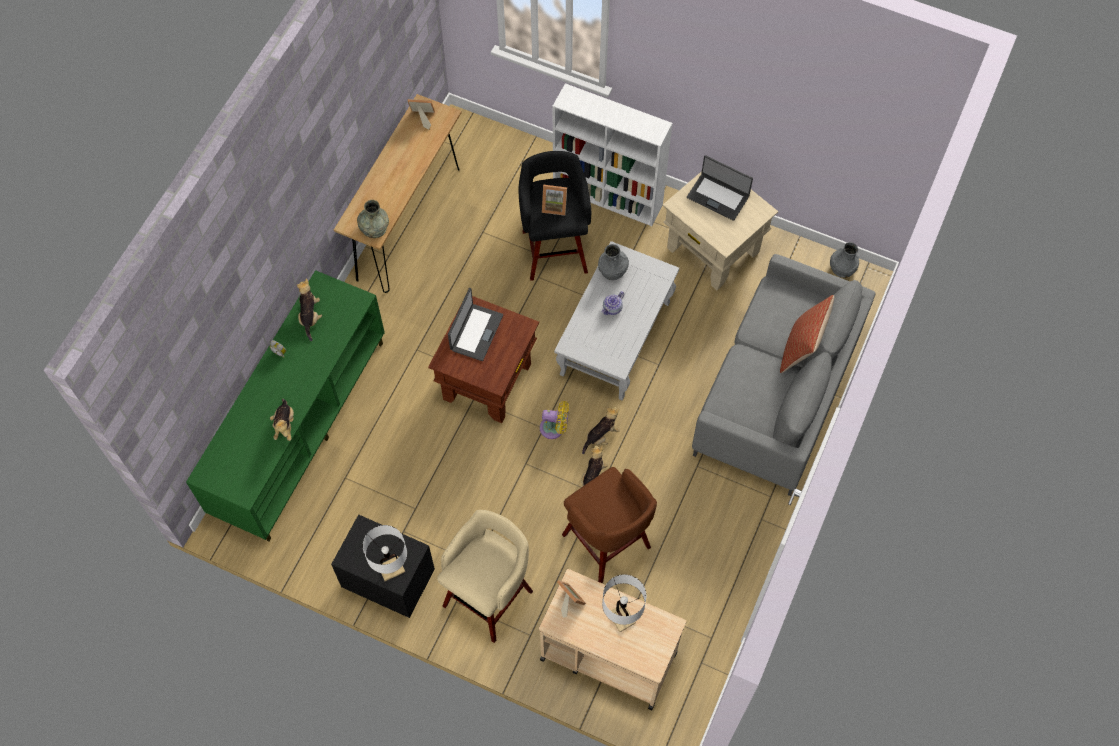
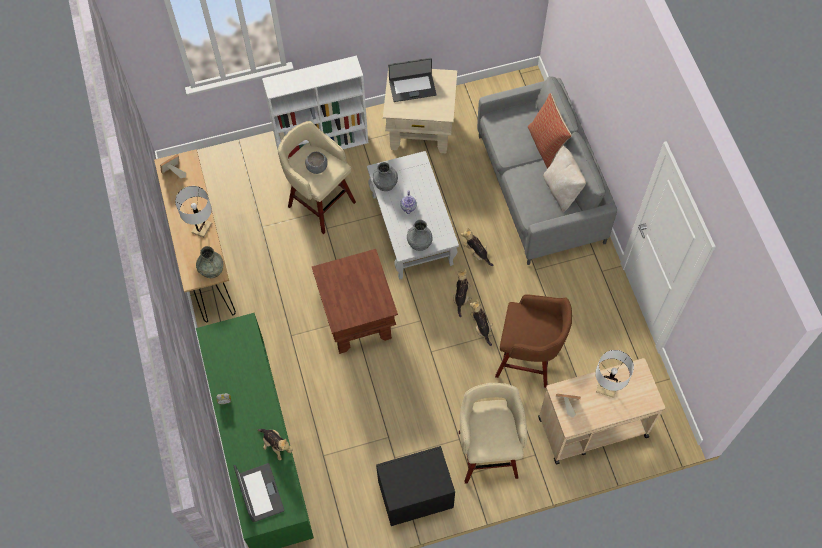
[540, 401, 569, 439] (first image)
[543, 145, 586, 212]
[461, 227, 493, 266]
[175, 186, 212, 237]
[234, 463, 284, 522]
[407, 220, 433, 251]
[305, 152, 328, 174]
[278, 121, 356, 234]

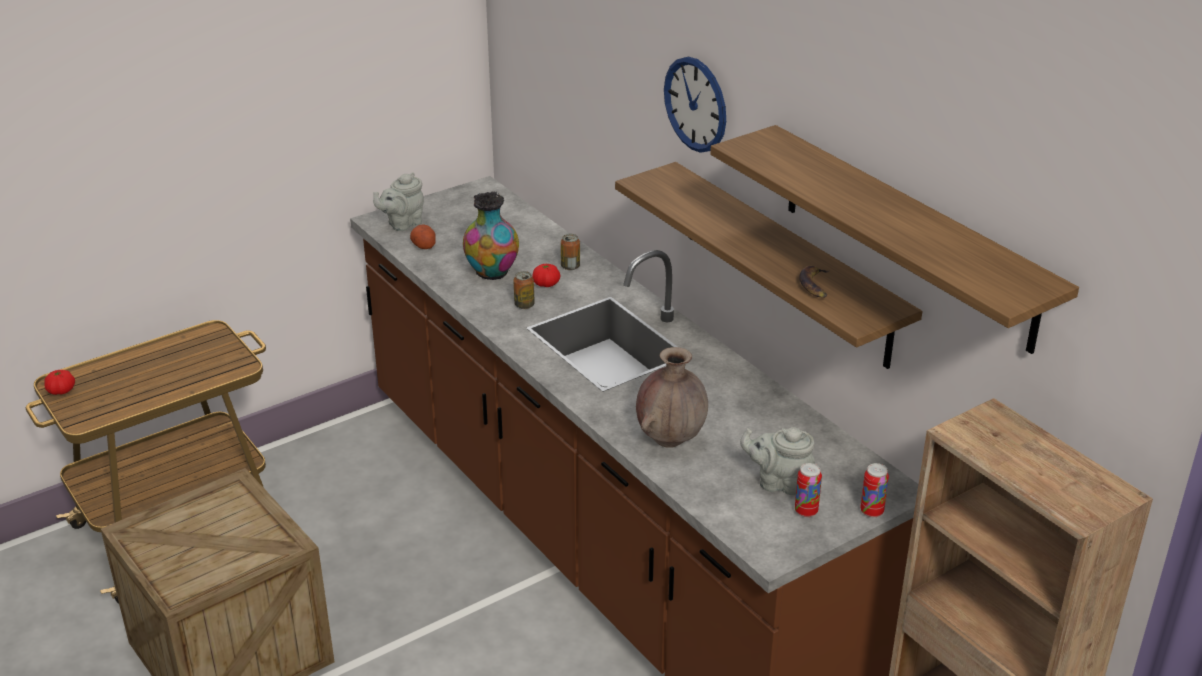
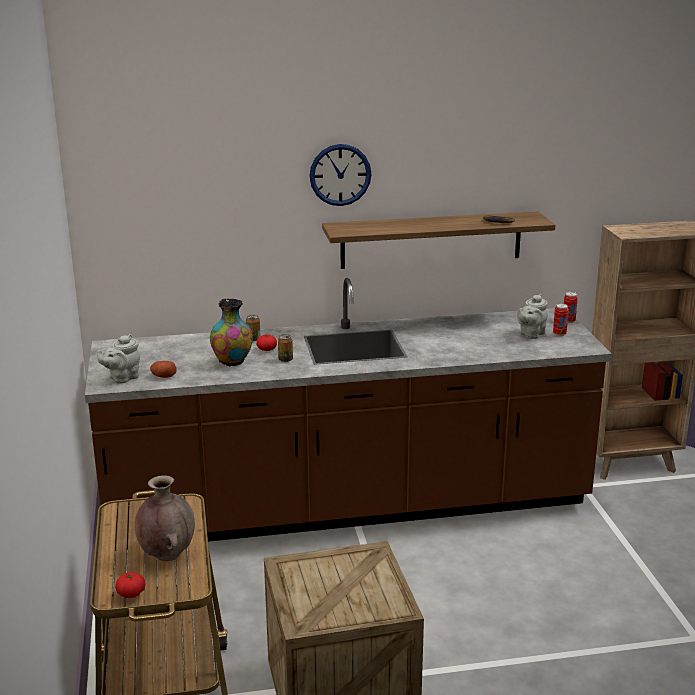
[710, 125, 1079, 354] (first image)
[135, 475, 195, 561]
[97, 334, 140, 384]

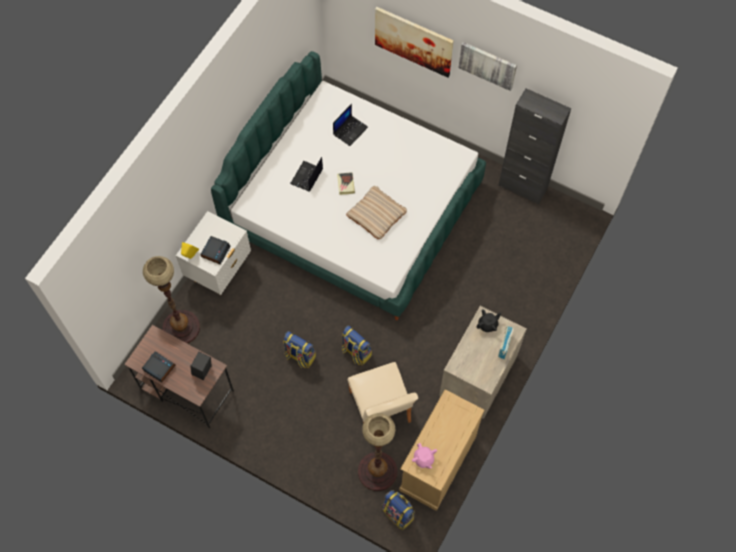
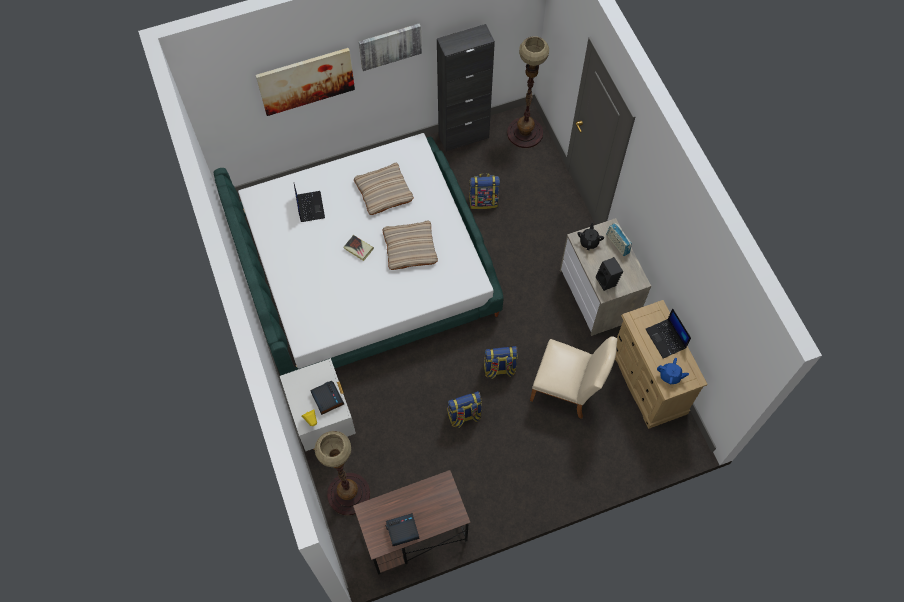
[354, 163, 414, 215]
[595, 257, 623, 291]
[646, 308, 691, 358]
[507, 36, 549, 148]
[469, 173, 500, 209]
[657, 358, 689, 384]

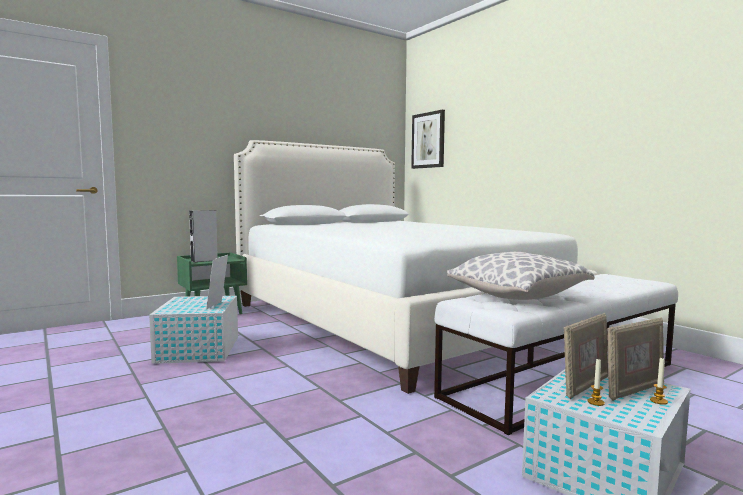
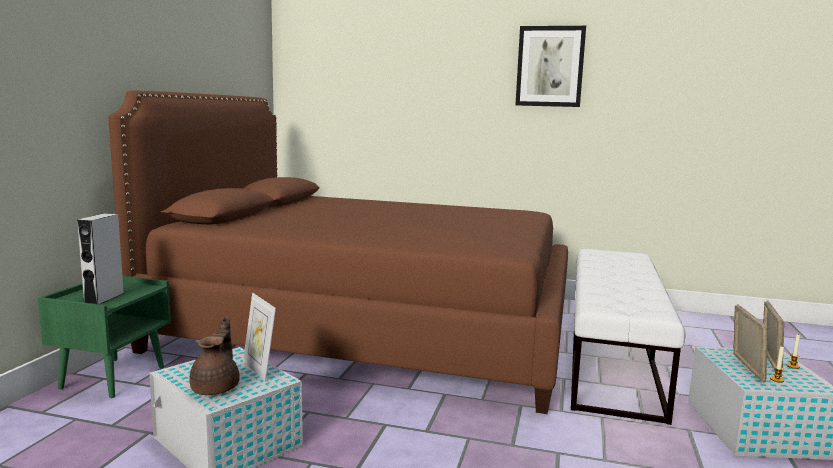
[447, 252, 595, 300] (first image)
[189, 316, 240, 395]
[515, 26, 586, 107]
[109, 91, 568, 414]

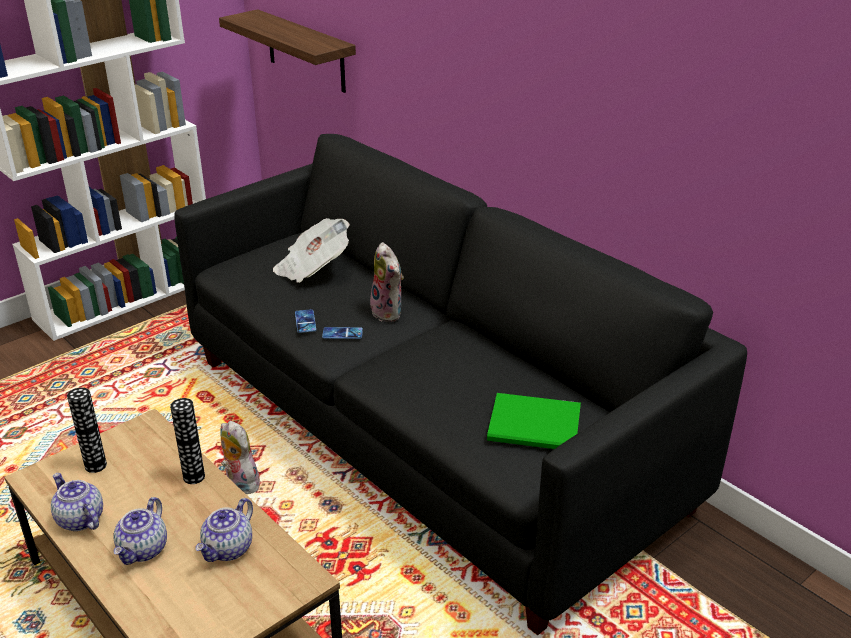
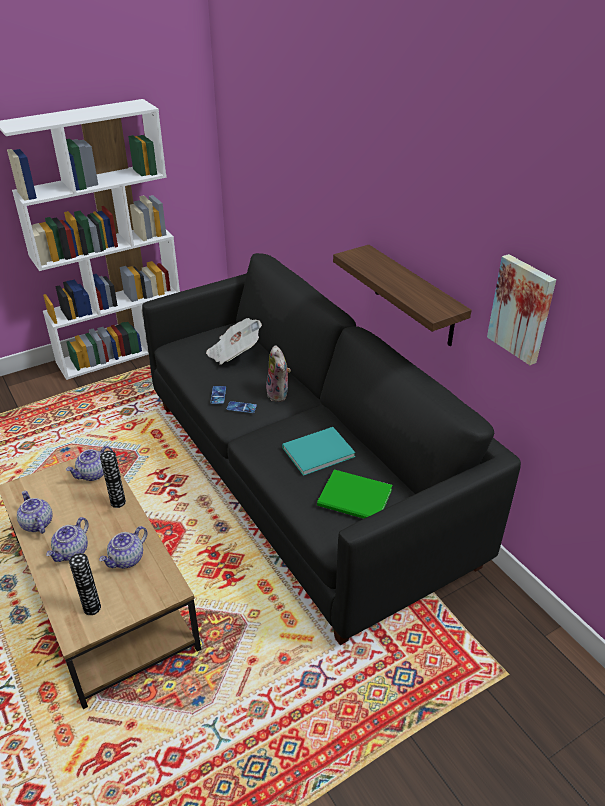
[220, 421, 260, 494] (first image)
[66, 446, 113, 481]
[282, 427, 356, 476]
[487, 254, 556, 365]
[69, 553, 101, 615]
[333, 245, 471, 346]

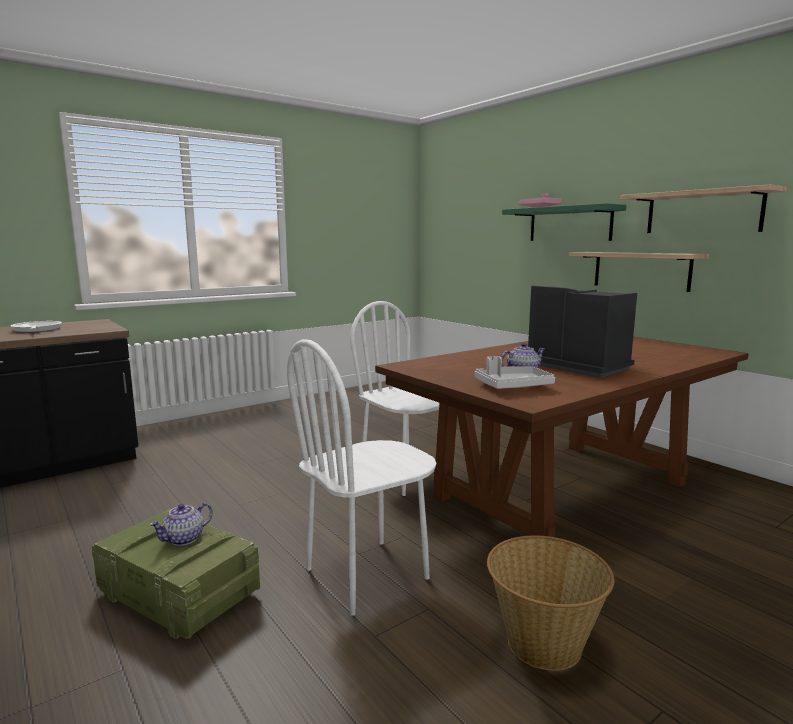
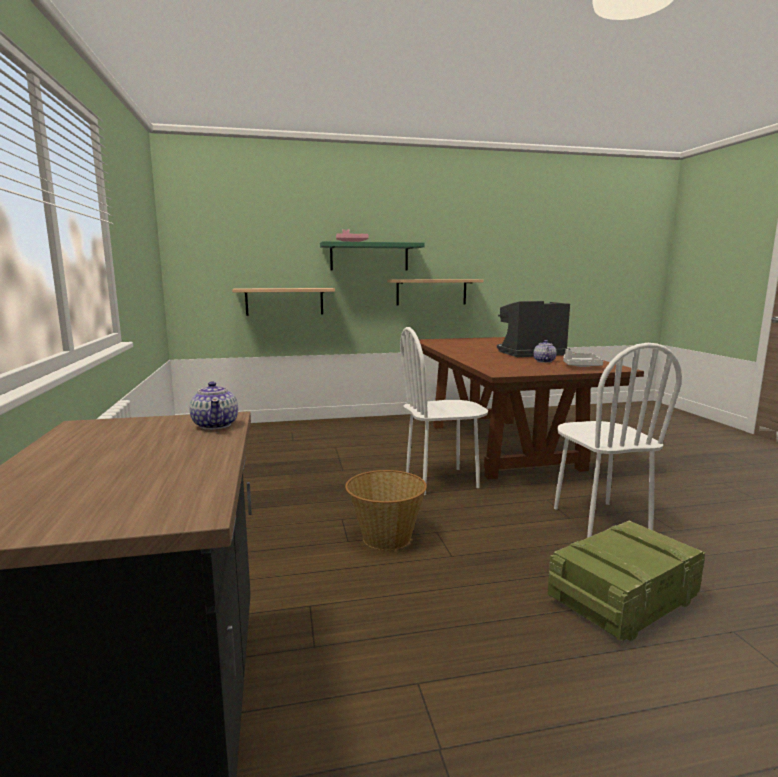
[11, 321, 62, 332] (first image)
[189, 381, 238, 430]
[345, 470, 427, 550]
[232, 288, 335, 316]

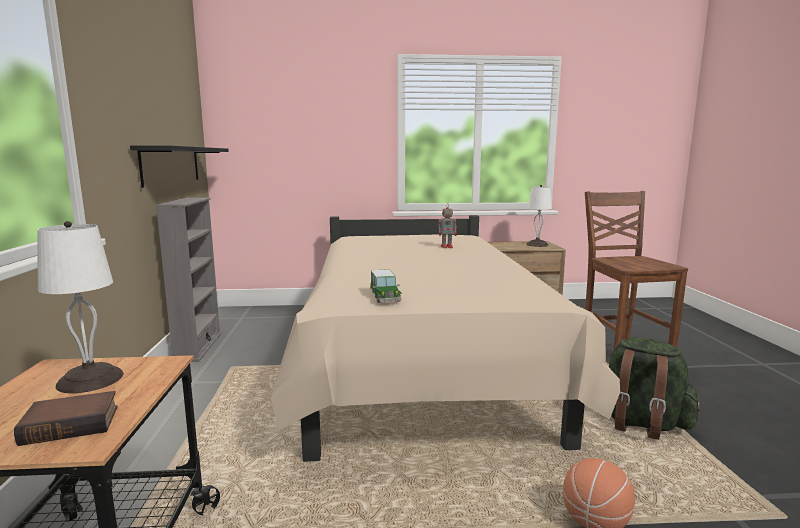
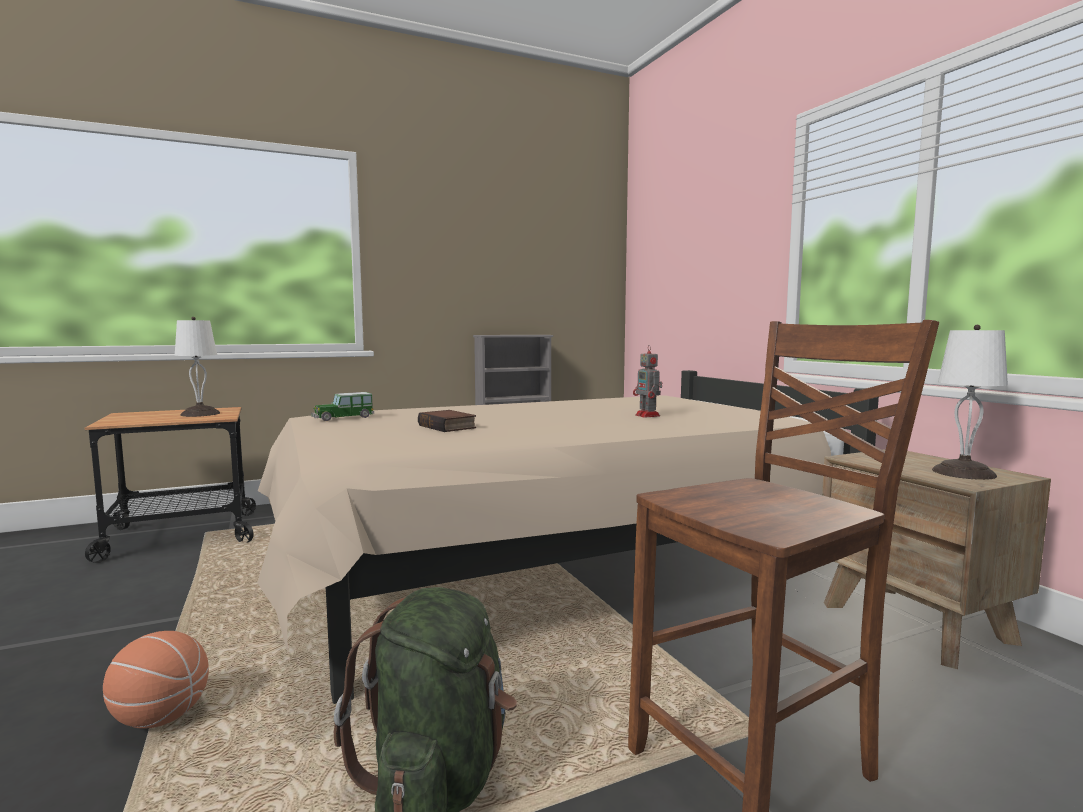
[130, 145, 229, 188] (first image)
[418, 410, 476, 432]

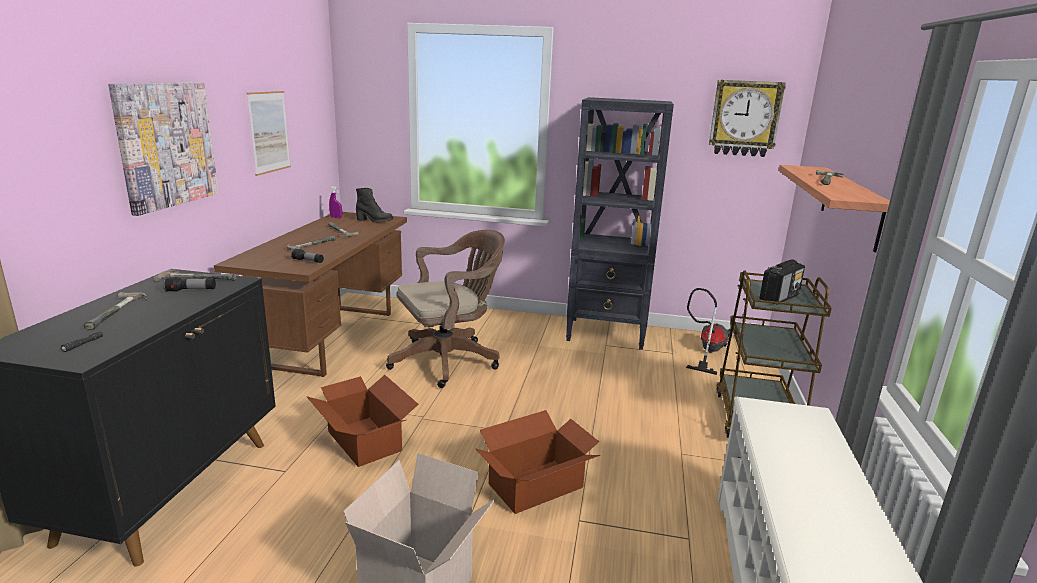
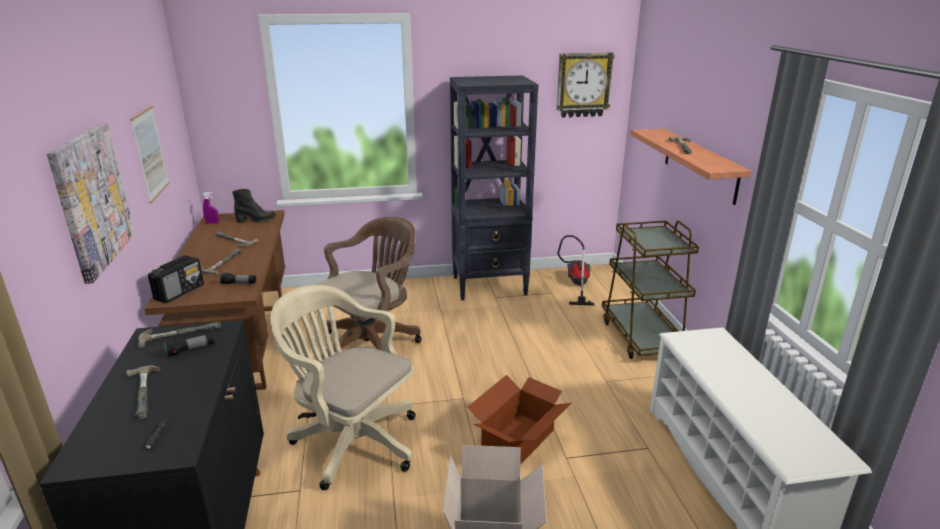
[148, 255, 204, 303]
[270, 285, 416, 490]

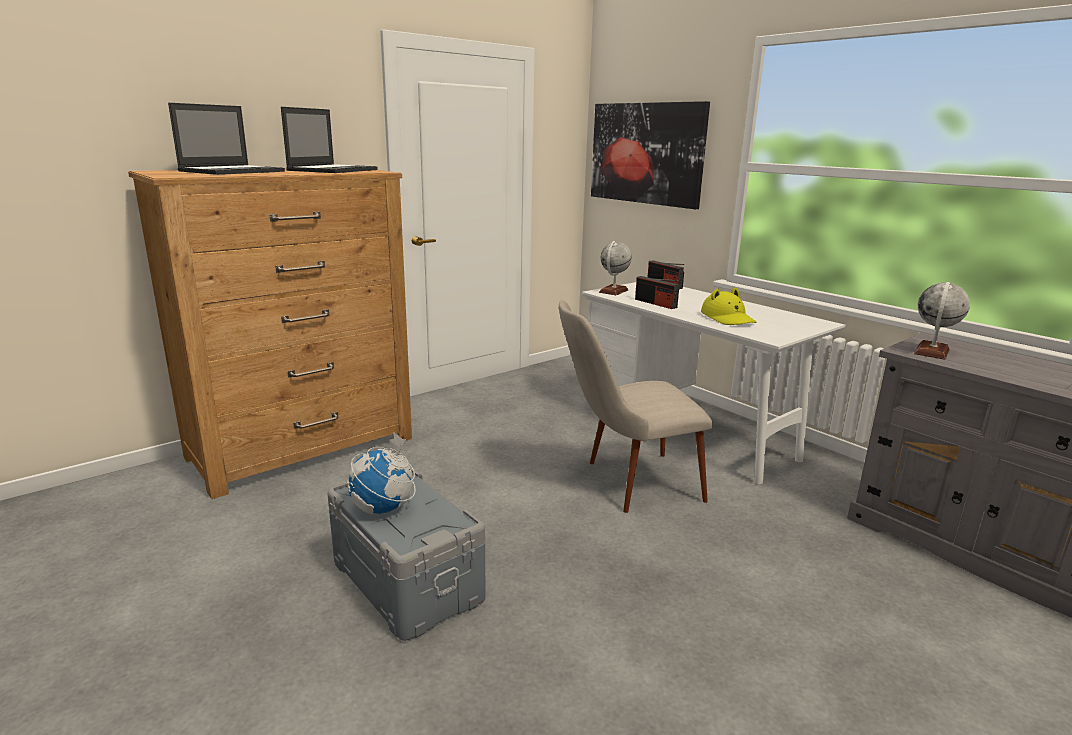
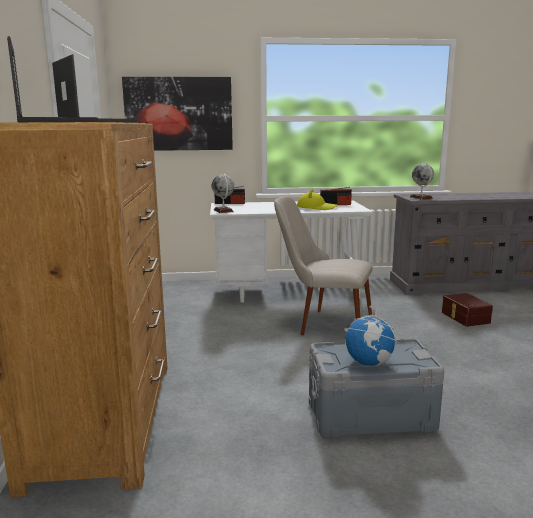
[442, 293, 493, 327]
[320, 187, 352, 205]
[274, 196, 373, 335]

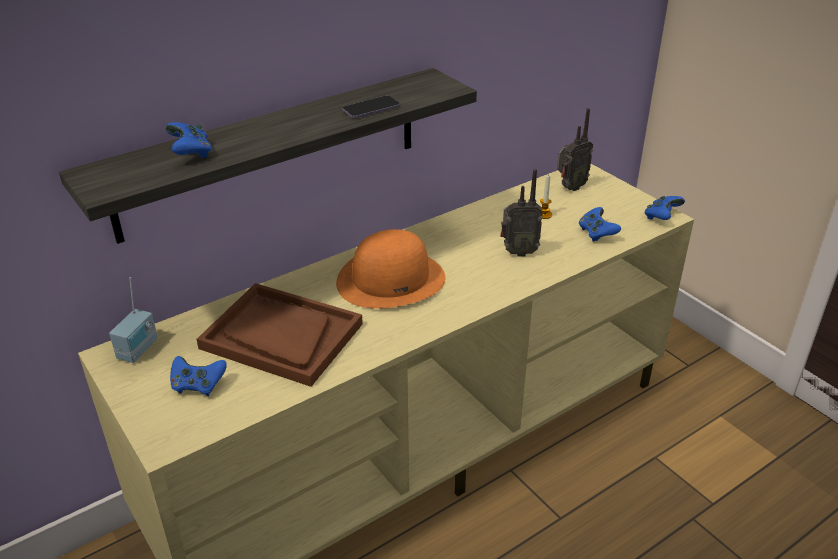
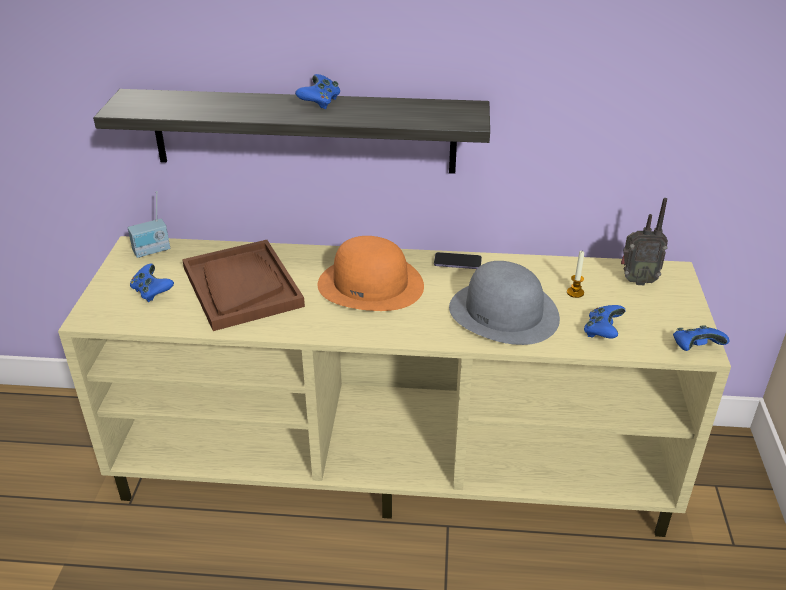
[295, 74, 340, 109]
[434, 252, 482, 269]
[449, 261, 560, 345]

